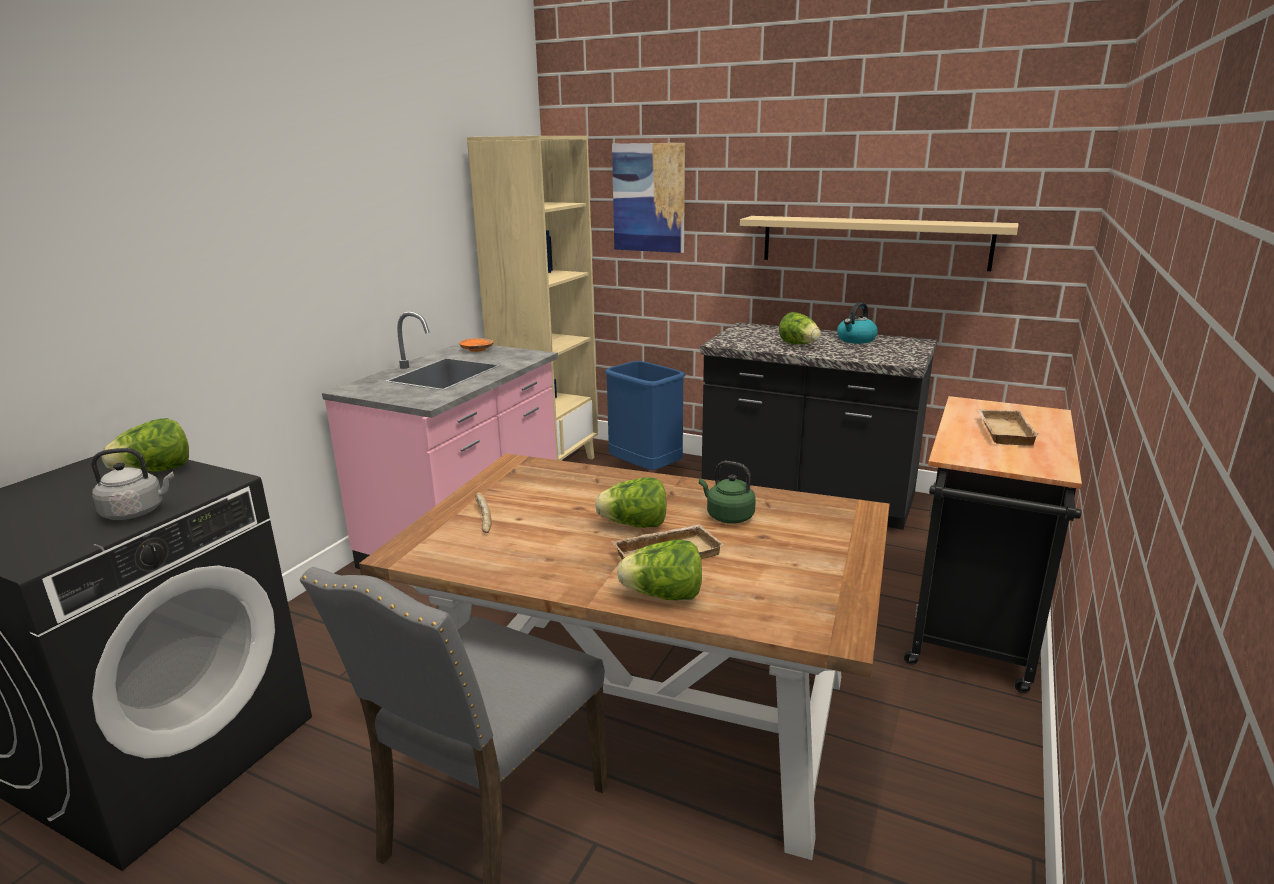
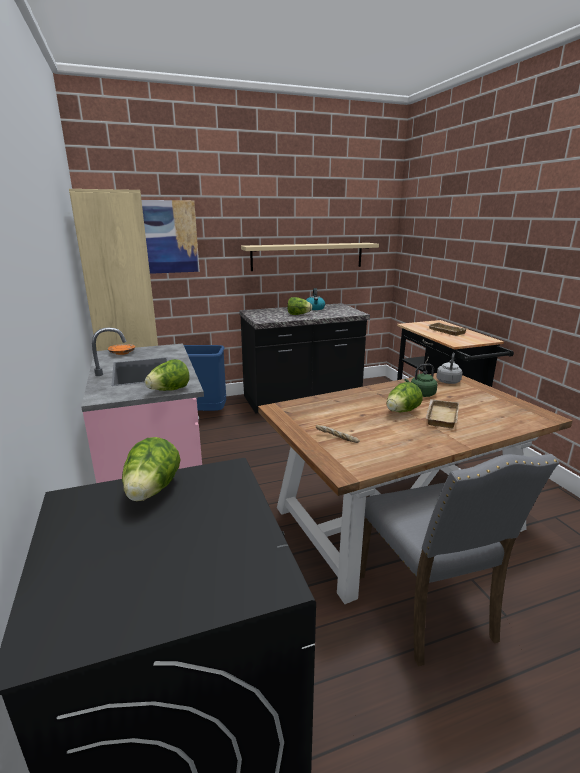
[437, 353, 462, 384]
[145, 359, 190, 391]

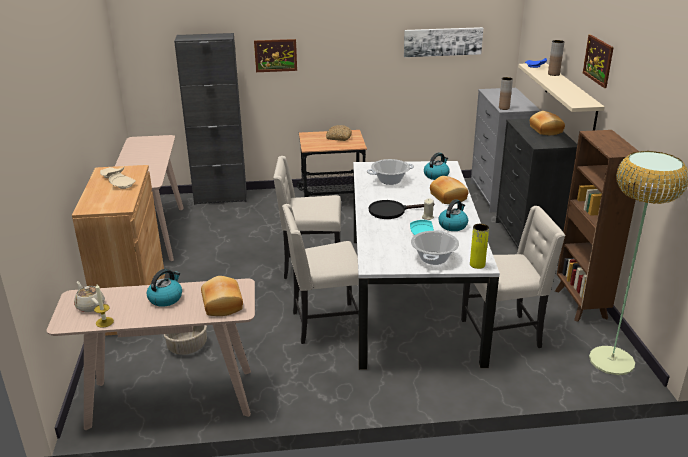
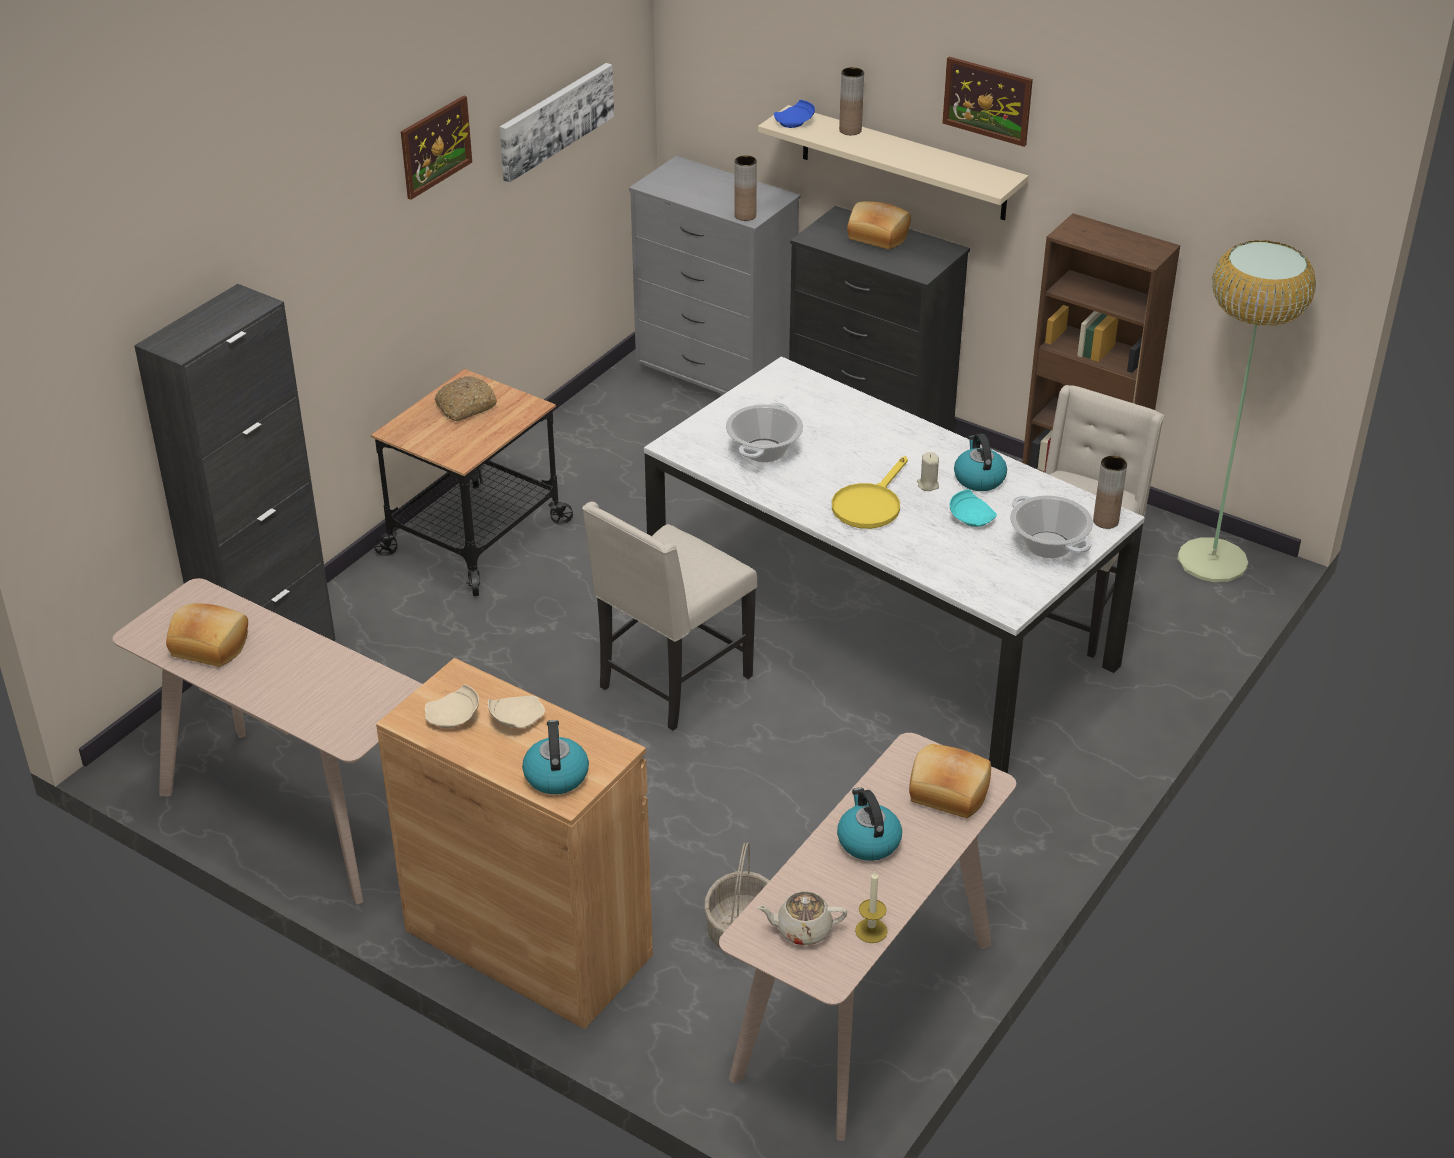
[282, 204, 359, 344] (first image)
[401, 96, 472, 200]
[522, 720, 589, 794]
[166, 603, 248, 667]
[832, 456, 908, 529]
[1093, 456, 1127, 529]

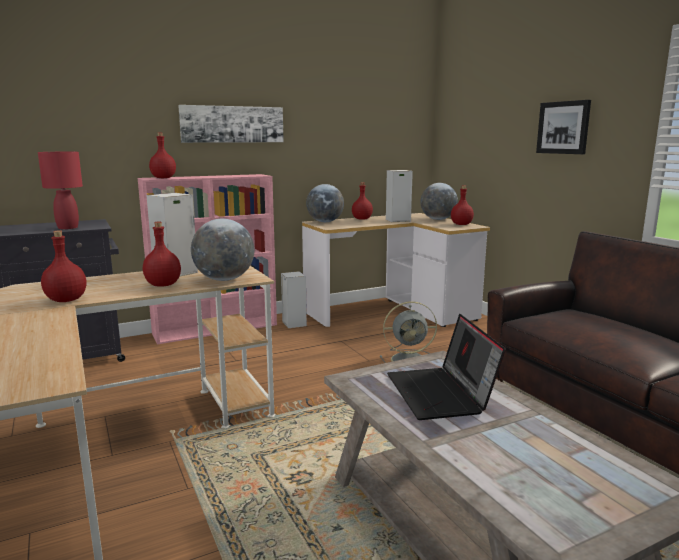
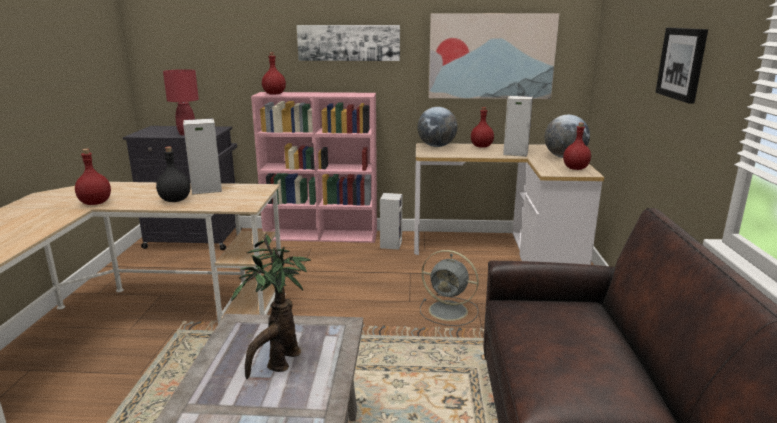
[191, 219, 254, 281] (first image)
[429, 13, 559, 99]
[231, 234, 311, 379]
[156, 147, 191, 202]

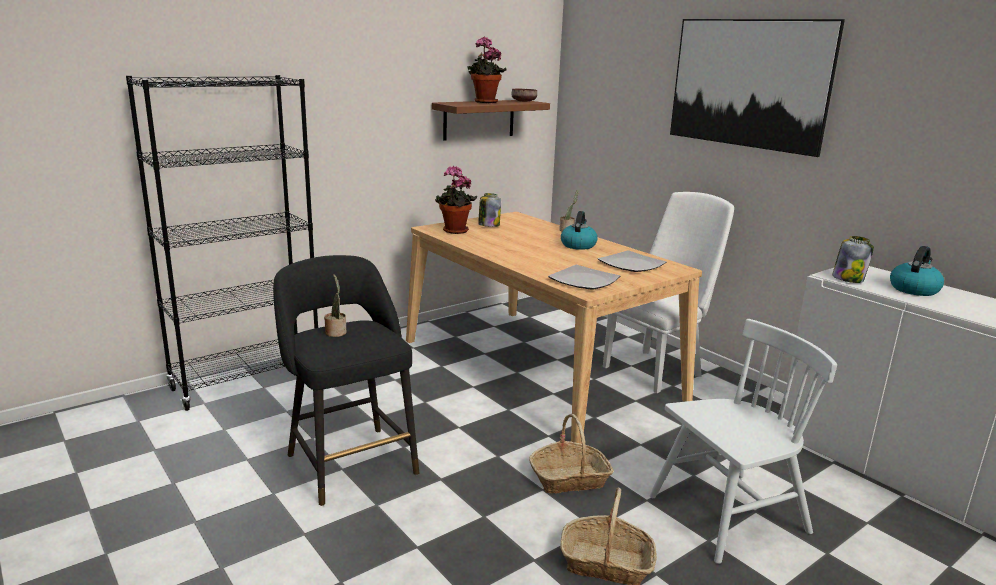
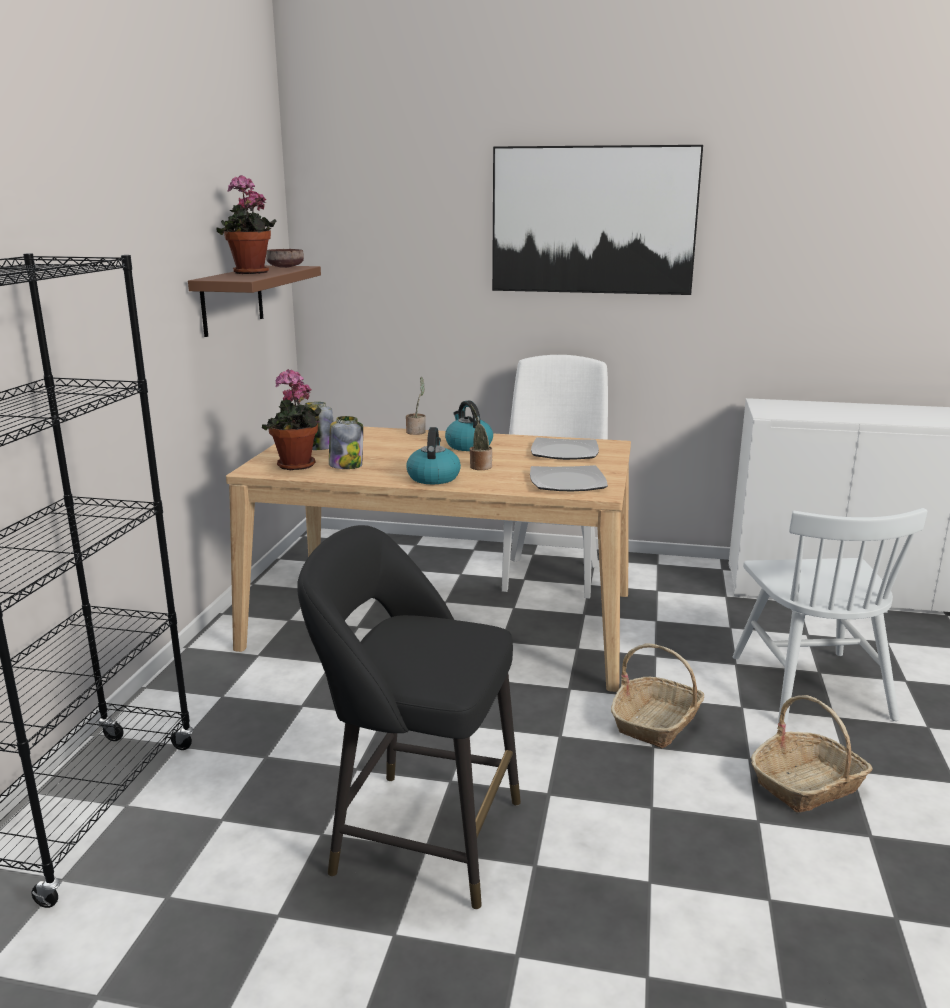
[470, 404, 492, 470]
[329, 416, 363, 469]
[406, 427, 461, 484]
[732, 508, 927, 724]

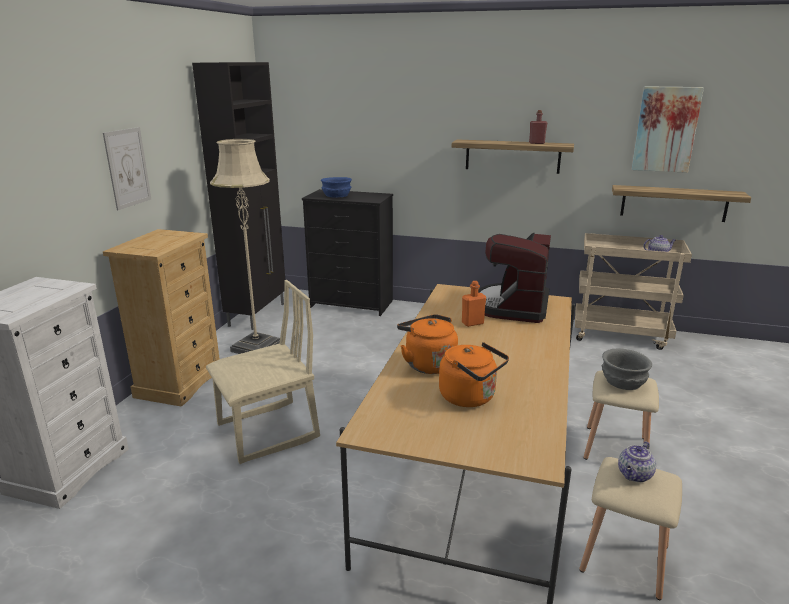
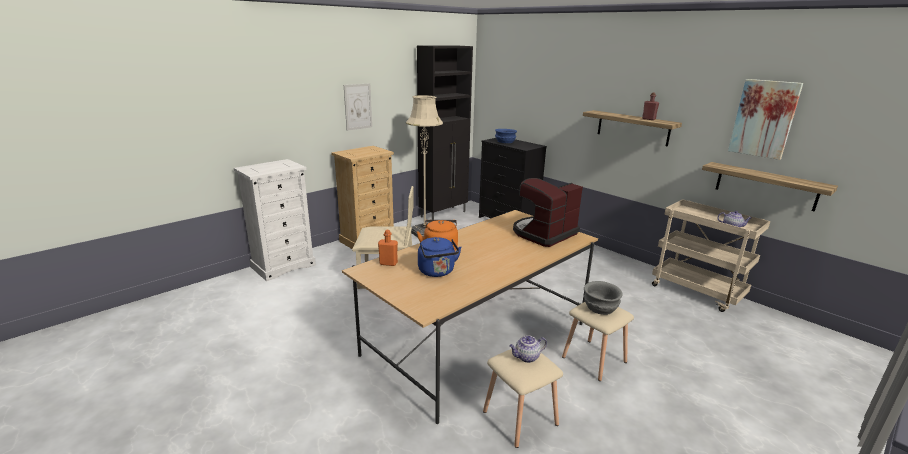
[378, 230, 398, 266]
[418, 237, 462, 277]

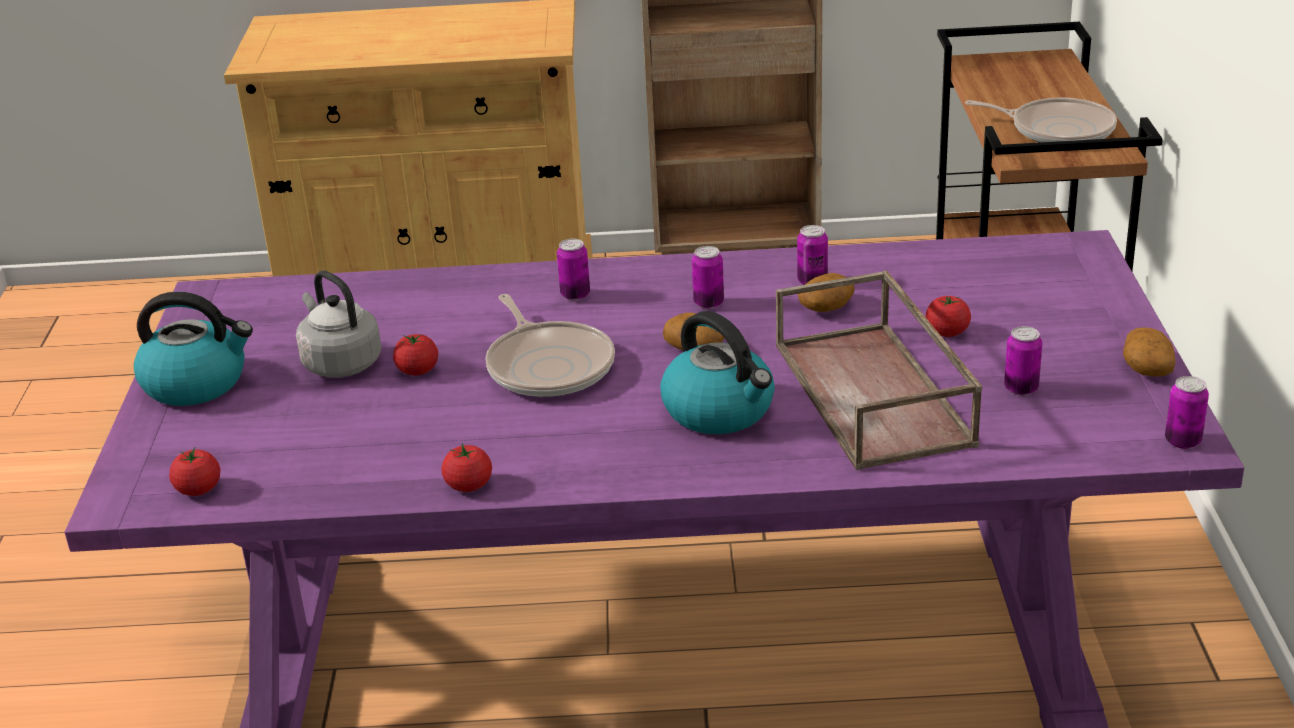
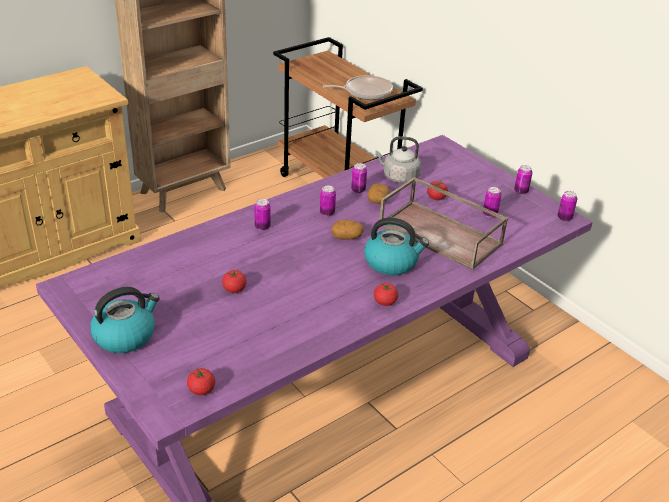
[485, 294, 615, 397] (first image)
[375, 136, 421, 183]
[374, 283, 398, 306]
[514, 165, 533, 194]

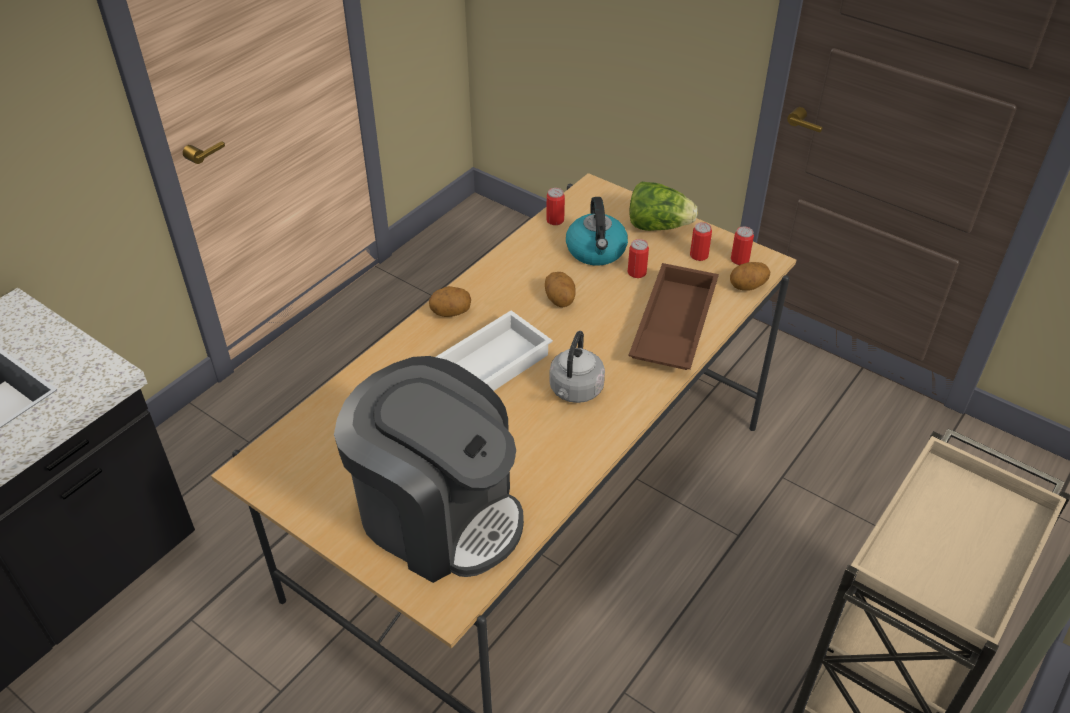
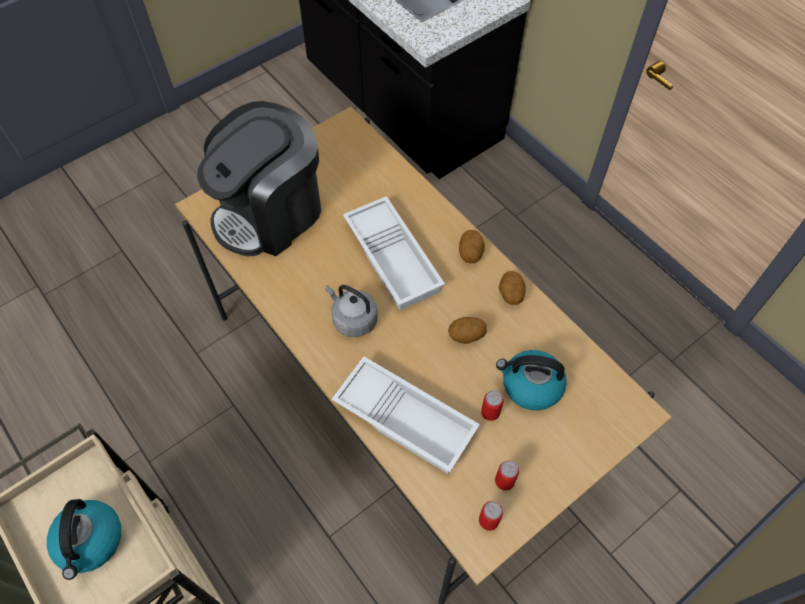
[546, 188, 565, 225] (first image)
[629, 182, 698, 231] (first image)
[47, 499, 121, 580]
[499, 271, 526, 305]
[332, 356, 480, 474]

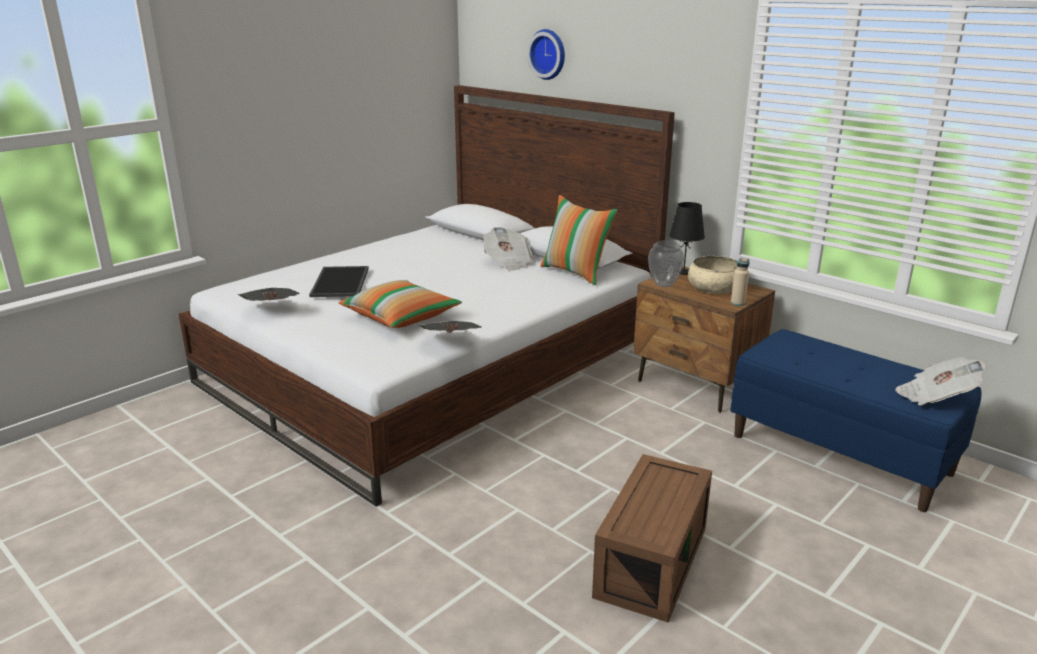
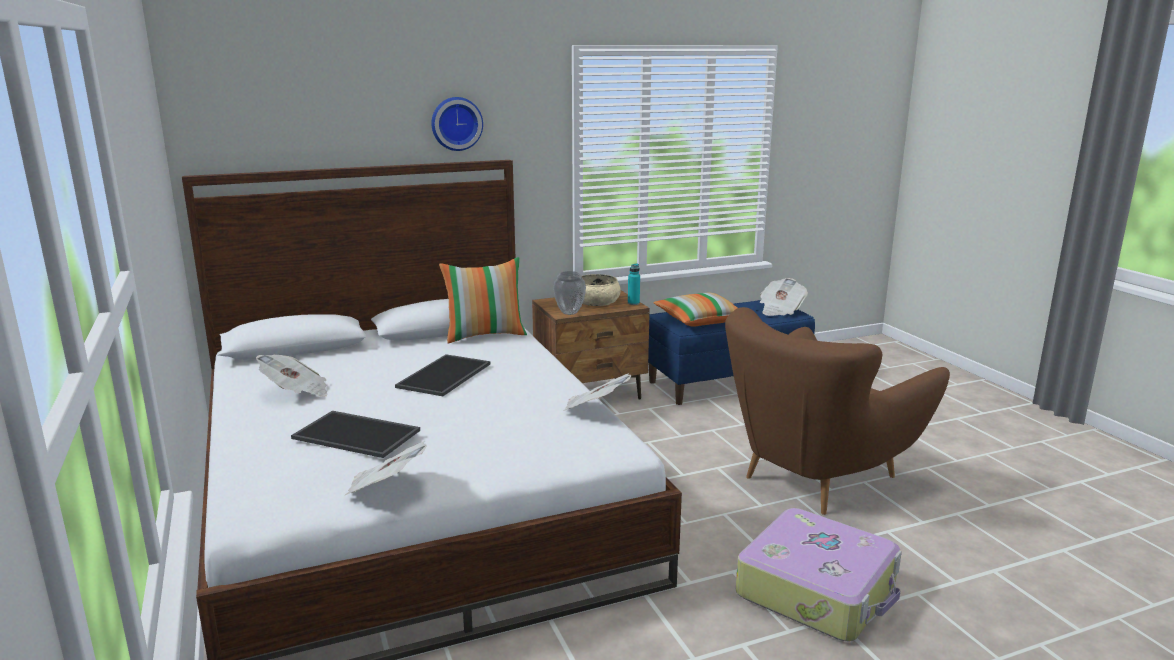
[669, 202, 705, 275] (first image)
[395, 354, 491, 396]
[736, 508, 902, 641]
[654, 293, 737, 327]
[256, 355, 327, 396]
[431, 97, 483, 151]
[725, 307, 950, 515]
[628, 263, 640, 305]

